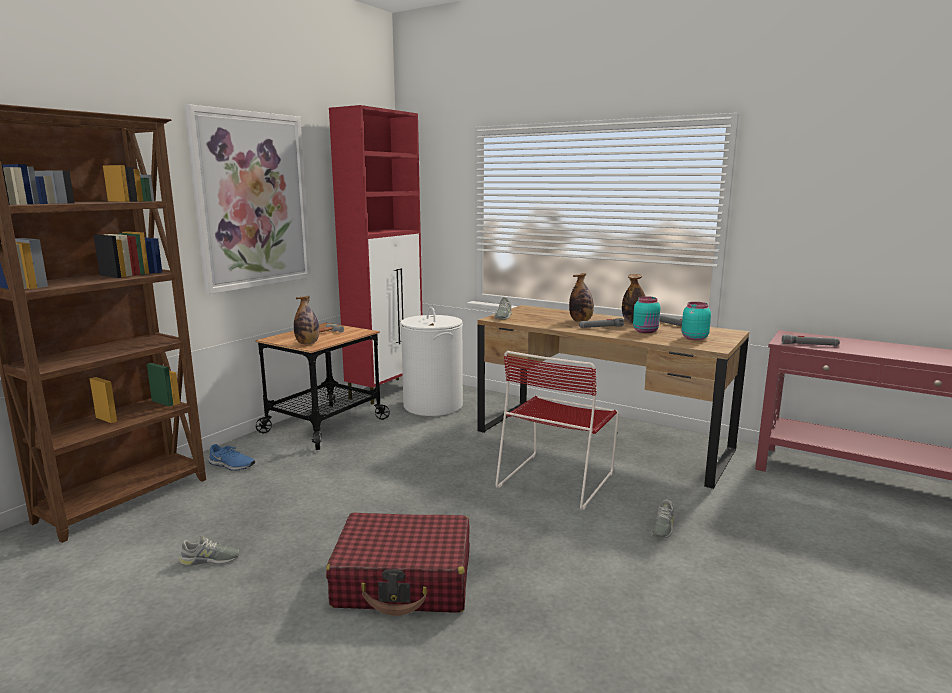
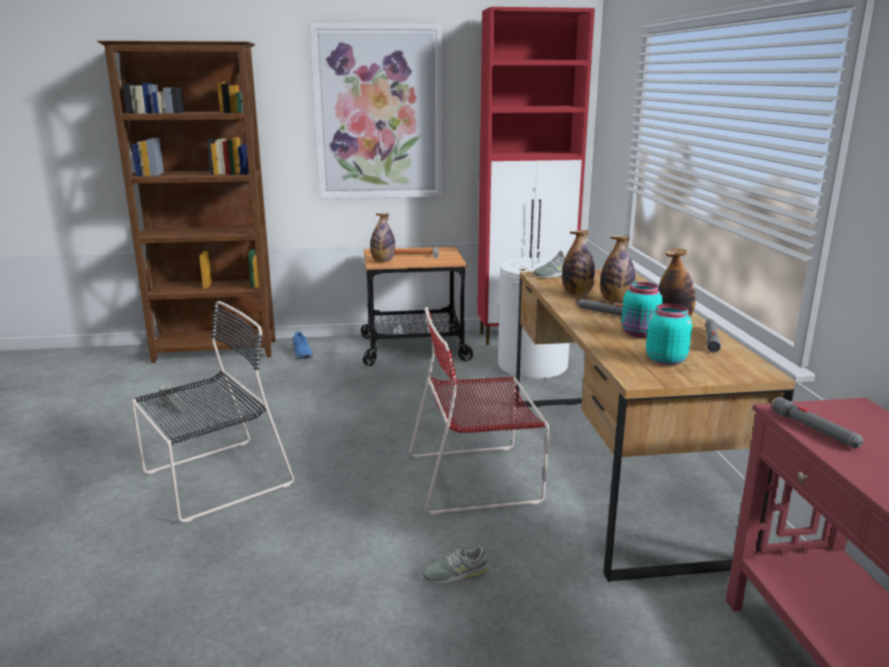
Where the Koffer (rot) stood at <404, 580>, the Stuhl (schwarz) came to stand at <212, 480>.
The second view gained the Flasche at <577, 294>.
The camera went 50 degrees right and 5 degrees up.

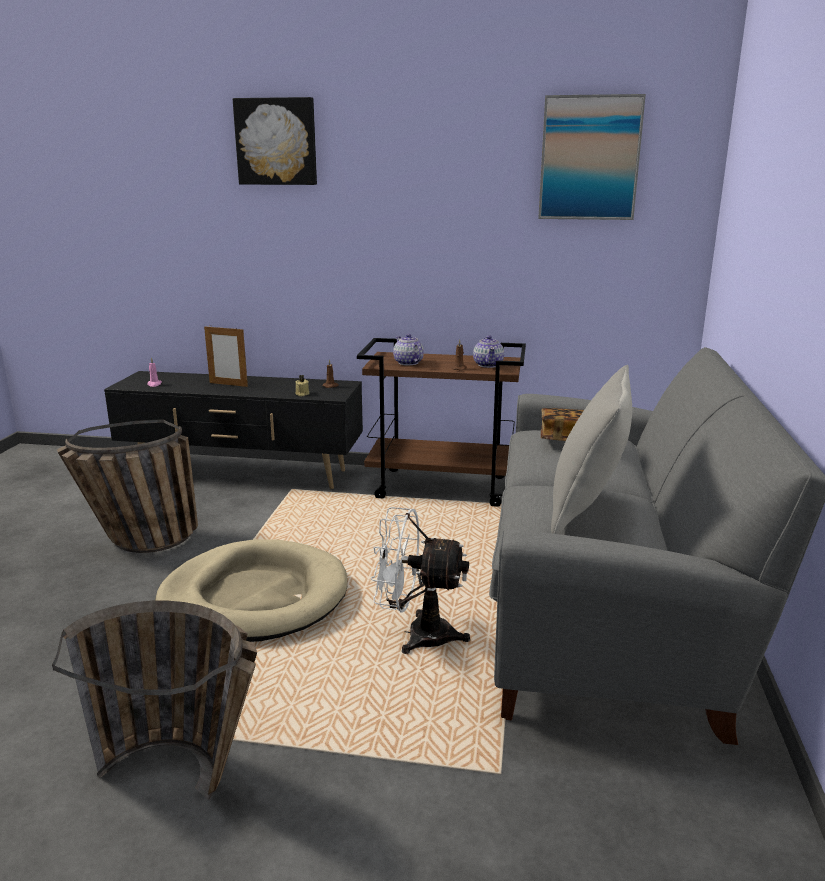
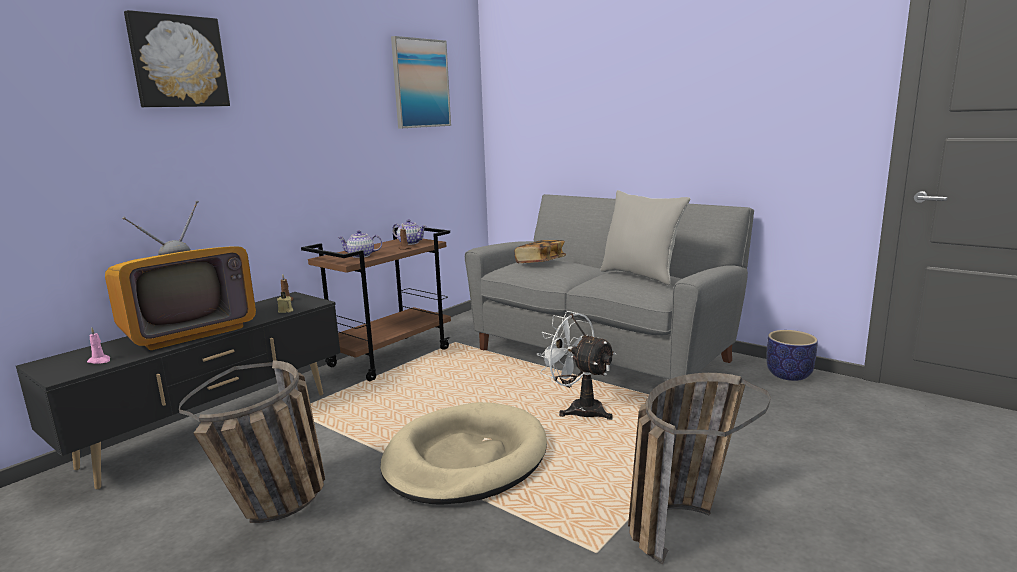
Where the Bilderrahmen stood at <228, 384>, the Fernseher came to stand at <188, 331>.
The Ventilator (weiß) at <417, 635> ended up facing another way, 90 degrees clockwise from before.
The second view gained the Pflanzkübel at <789, 375>.
The camera went 60 degrees left and 5 degrees down.

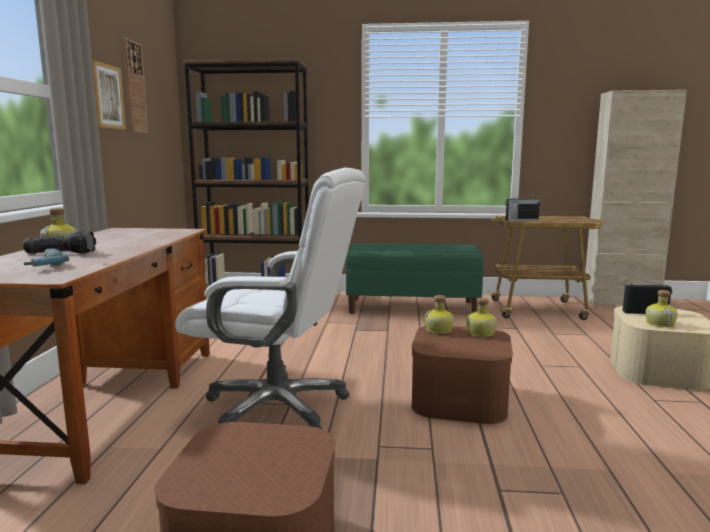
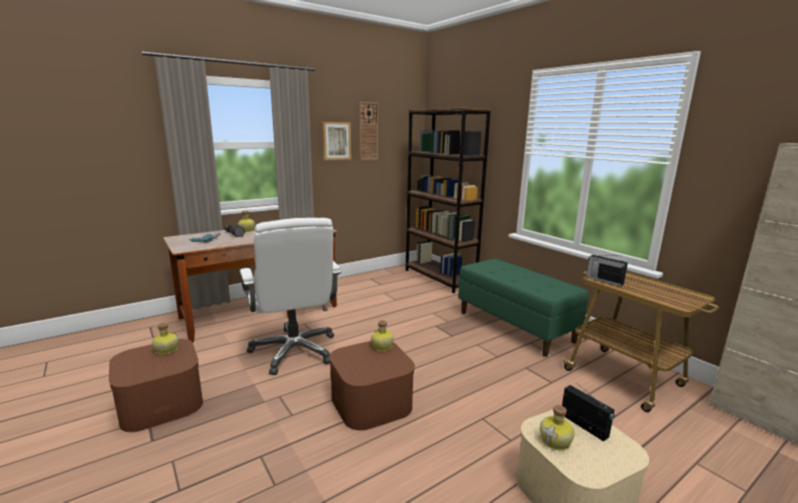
The Flasche ended up elsewhere, having gone from <480, 333> to <165, 350>.
The camera went 50 degrees right and 5 degrees up.

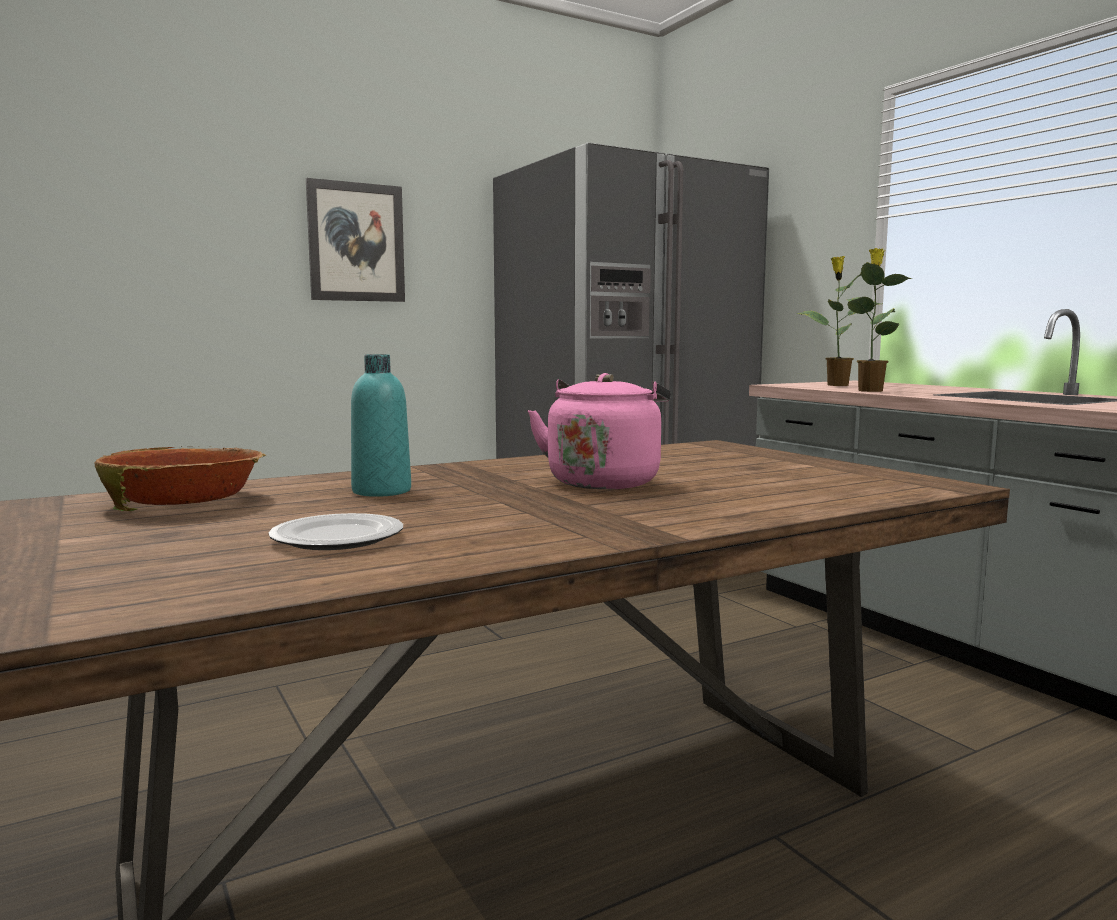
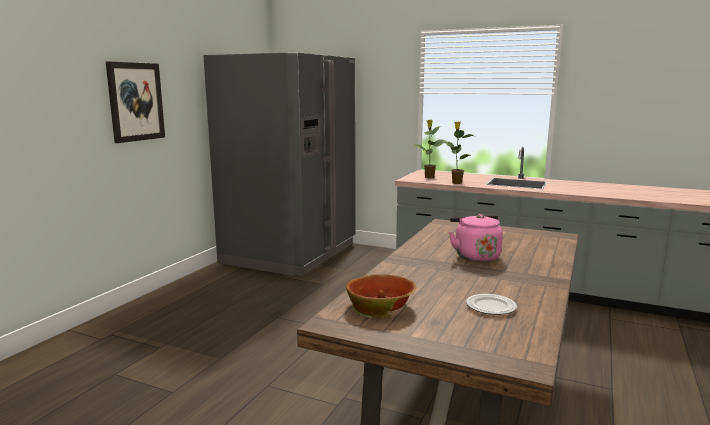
The second view lost the Flasche (türkis) at <381, 491>.
The camera went 35 degrees left and 5 degrees up.

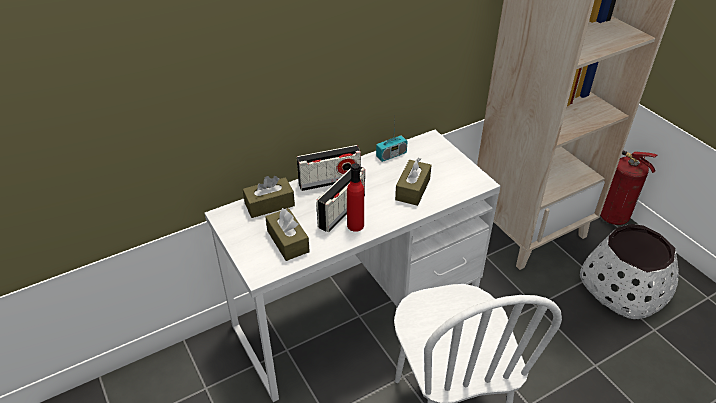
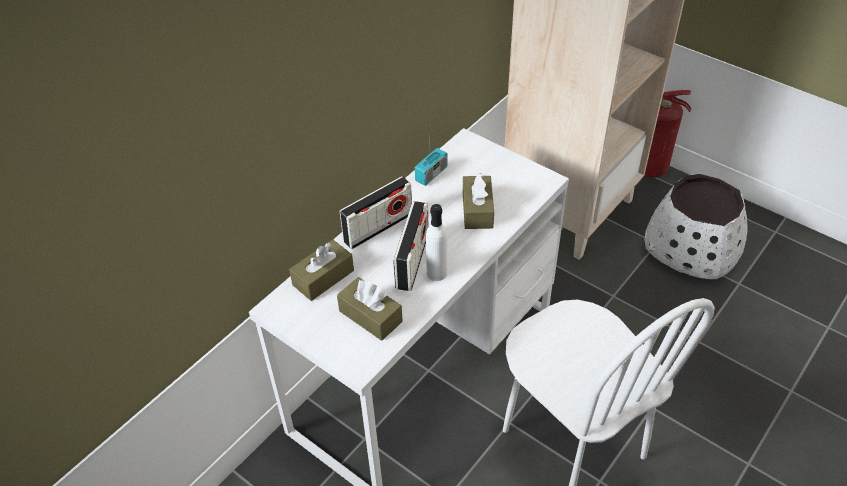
What was the Flasche (rot) at <355, 225> turned into the Flasche (weiß) at <437, 273>.
The camera went 20 degrees left and 5 degrees up.

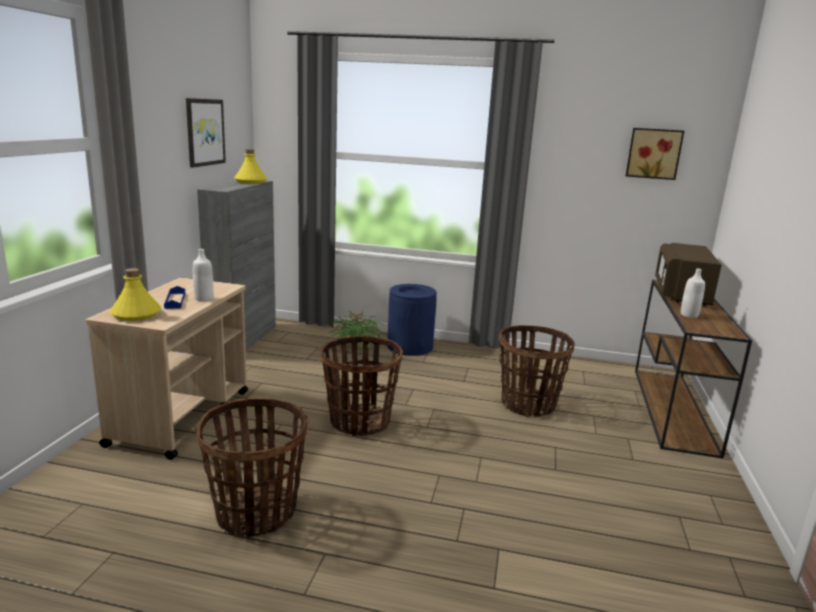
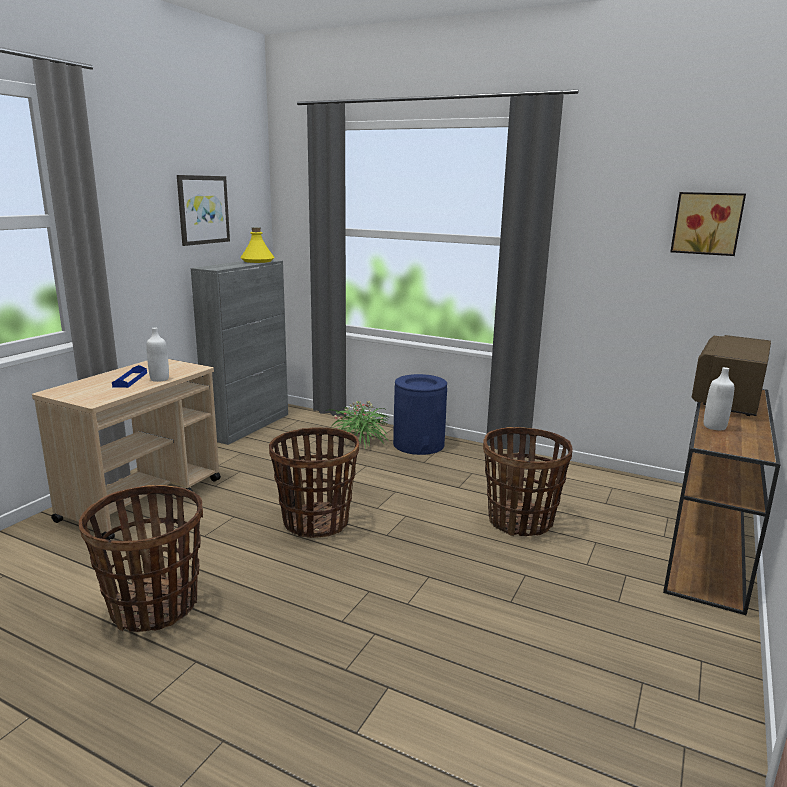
The second view lost the Flasche (gelb) at <136, 314>.
The camera went 15 degrees right and 0 degrees up.

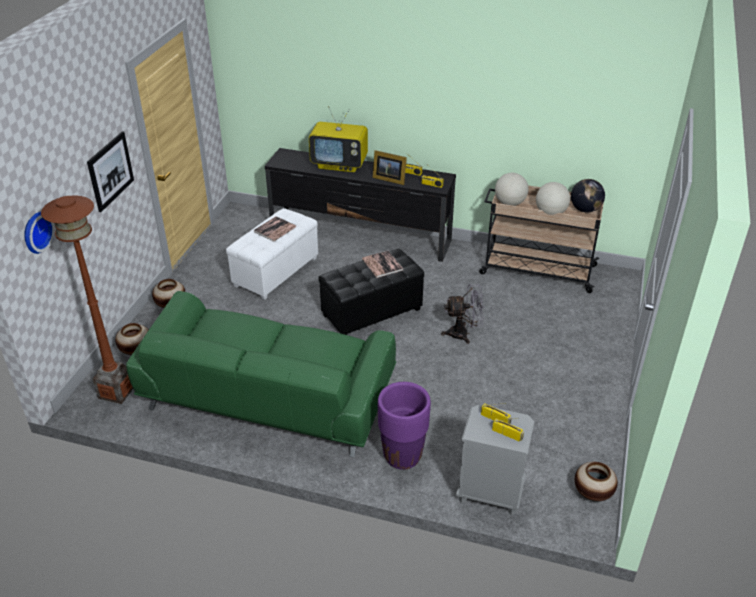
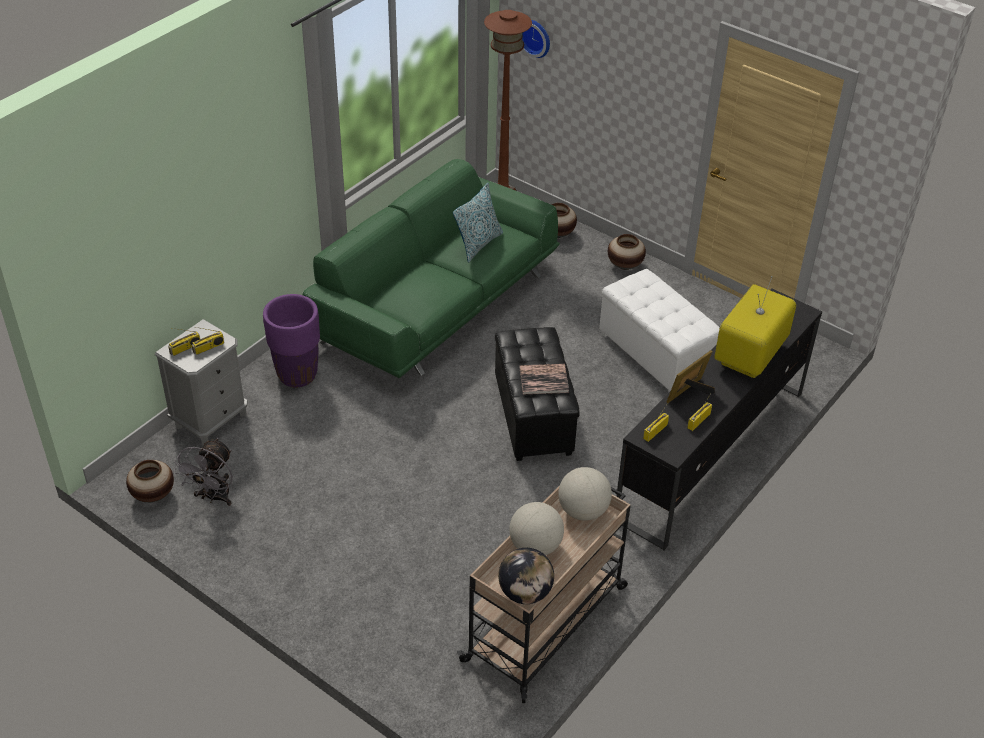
The second view lost the Bild at <110, 171>.
The second view lost the Buch at <275, 229>.
The Ventilator (grau) ended up elsewhere, having gone from <463, 333> to <214, 497>.
The second view gained the Kissen at <478, 244>.
The camera went 110 degrees right and 5 degrees up.

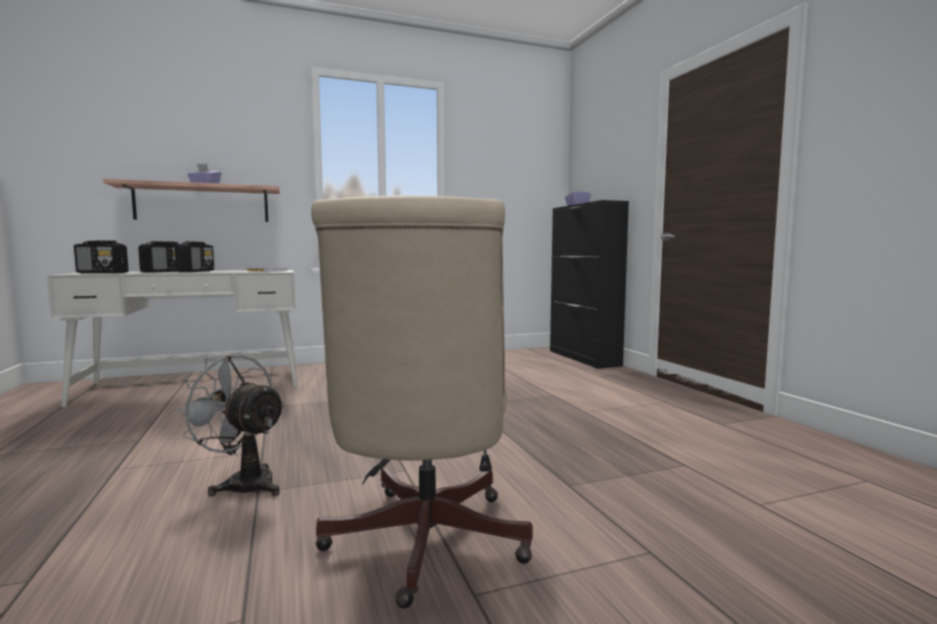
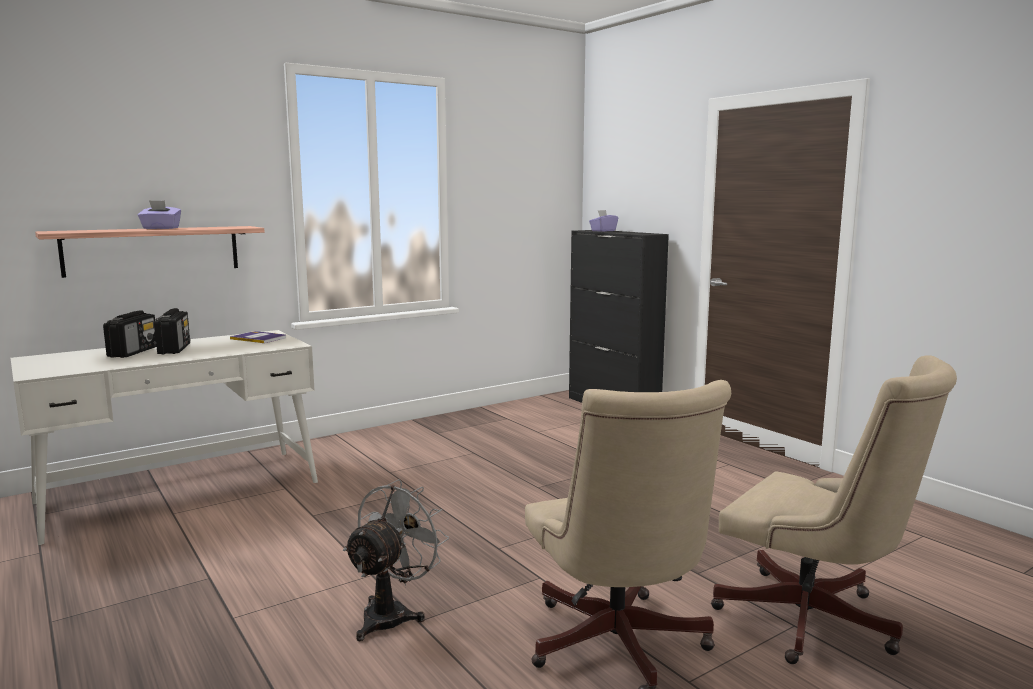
The second view lost the Radio at <103, 273>.
The Ventilator (grau) at <243, 483> ended up facing another way, 105 degrees clockwise from before.
The second view gained the Bürostuhl (beige) at <816, 623>.
The camera went 15 degrees left and 5 degrees up.

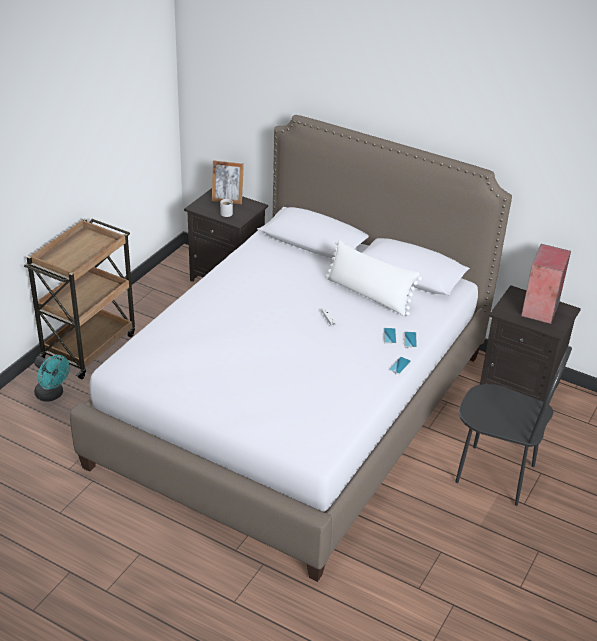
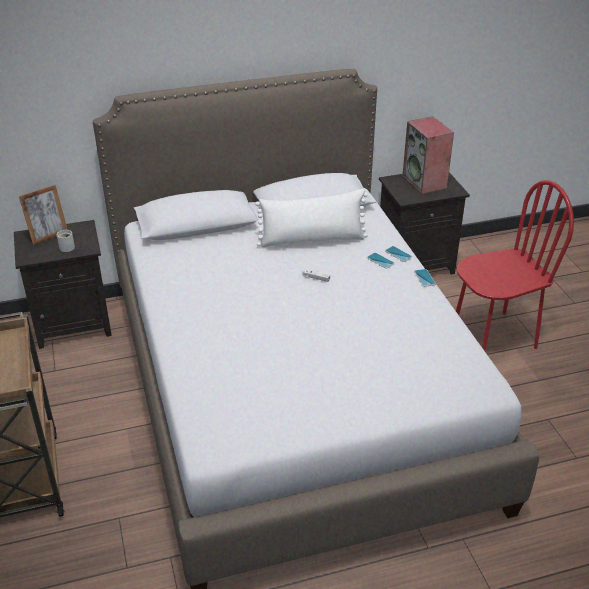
The second view lost the Ventilator (türkis) at <52, 395>.
What was the Stuhl (schwarz) at <495, 474> turned into the Stuhl (rot) at <493, 337>.
The camera went 45 degrees left and 0 degrees up.

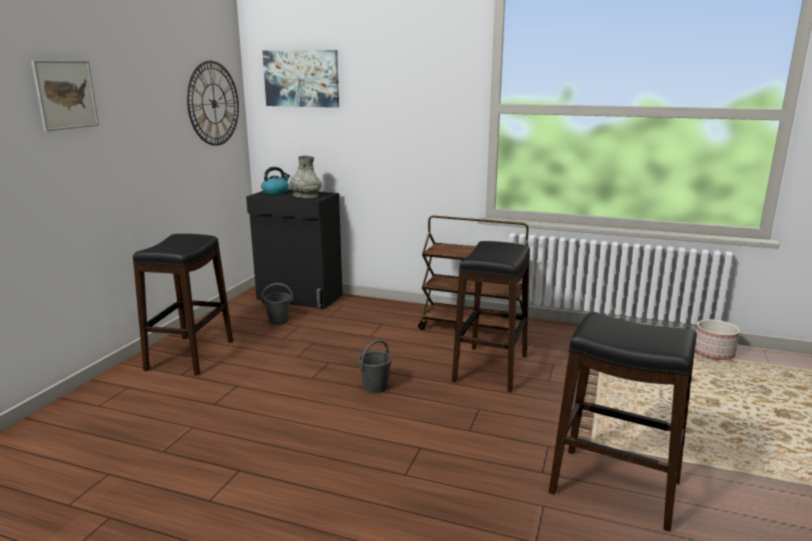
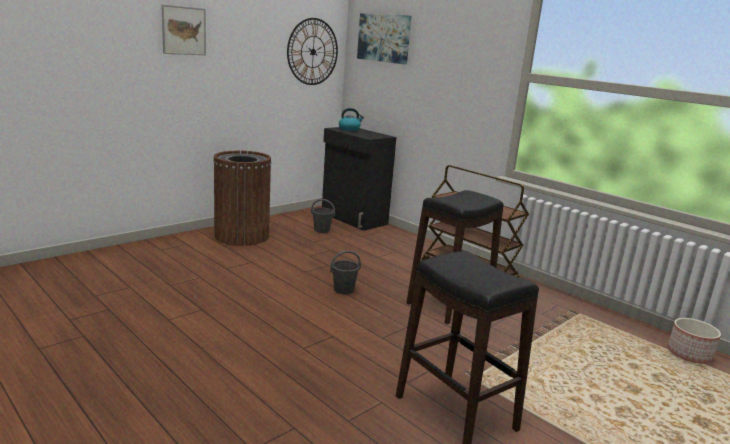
Where the Hocker (schwarz) stood at <190, 355>, the Mülleimer (braun) came to stand at <242, 236>.
The second view lost the Vase (grau) at <306, 196>.
The camera went 25 degrees right and 0 degrees up.

